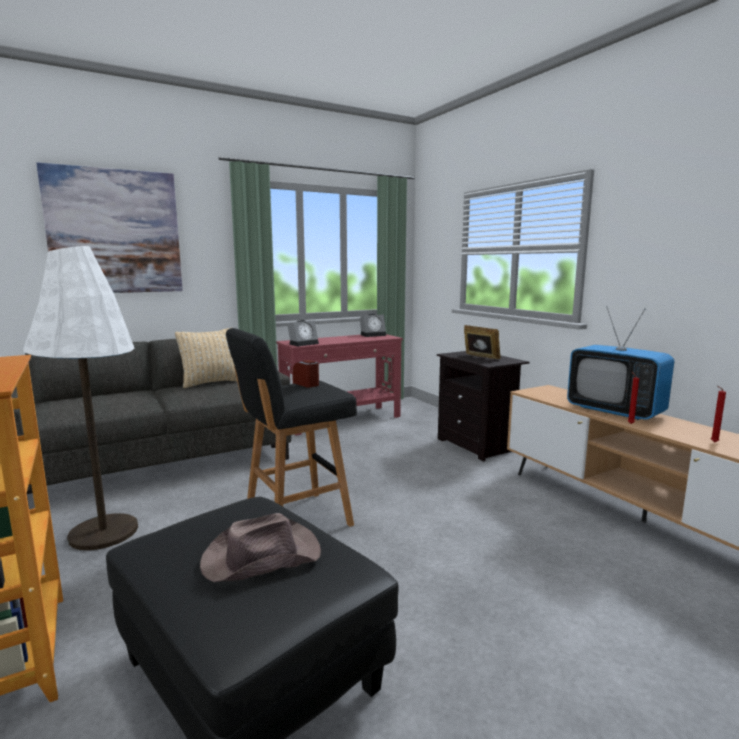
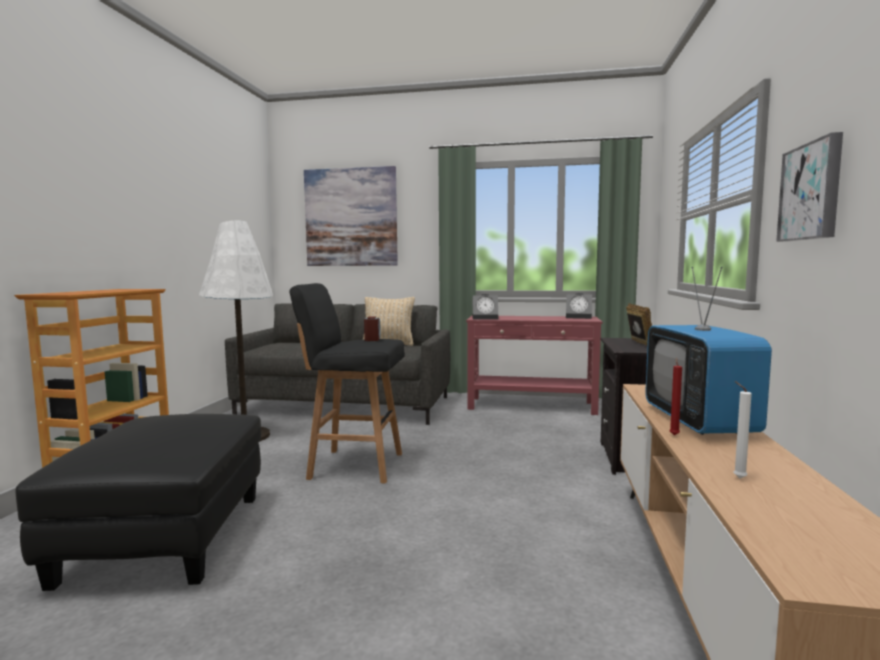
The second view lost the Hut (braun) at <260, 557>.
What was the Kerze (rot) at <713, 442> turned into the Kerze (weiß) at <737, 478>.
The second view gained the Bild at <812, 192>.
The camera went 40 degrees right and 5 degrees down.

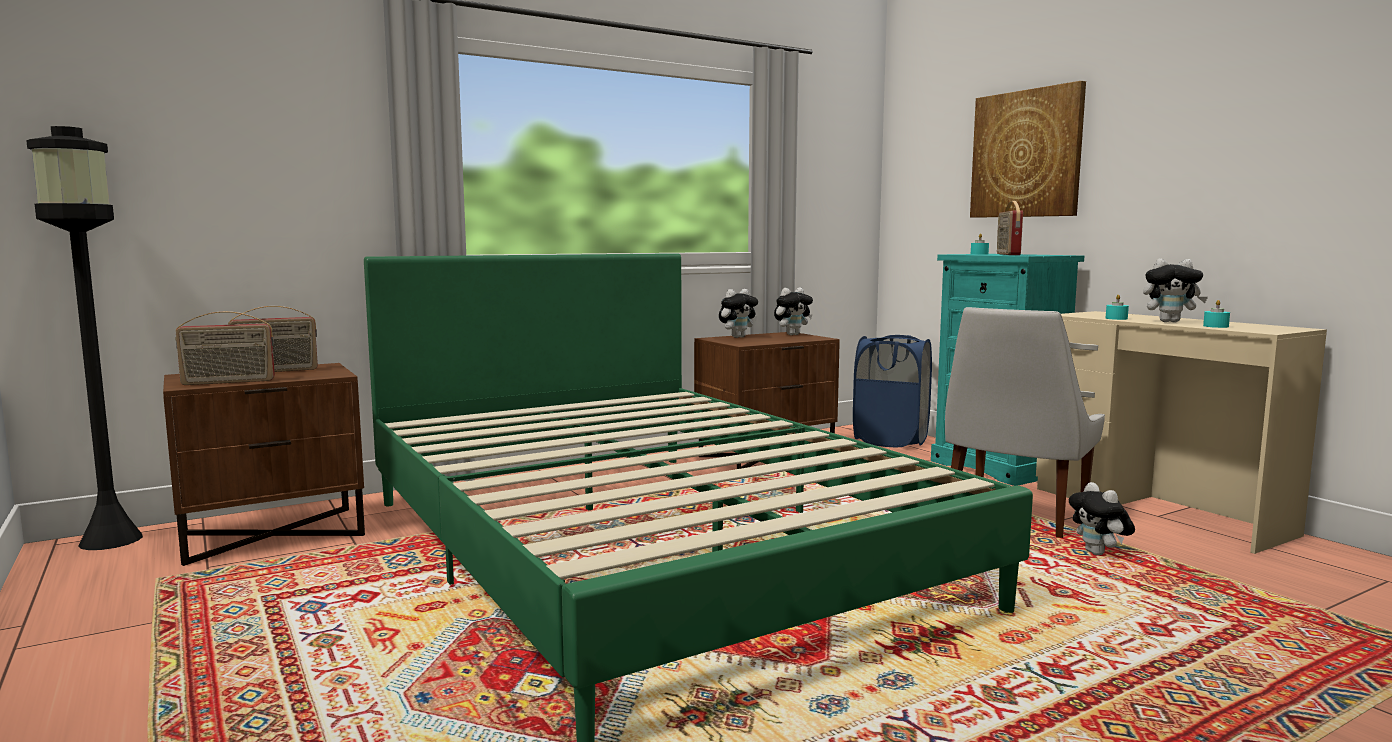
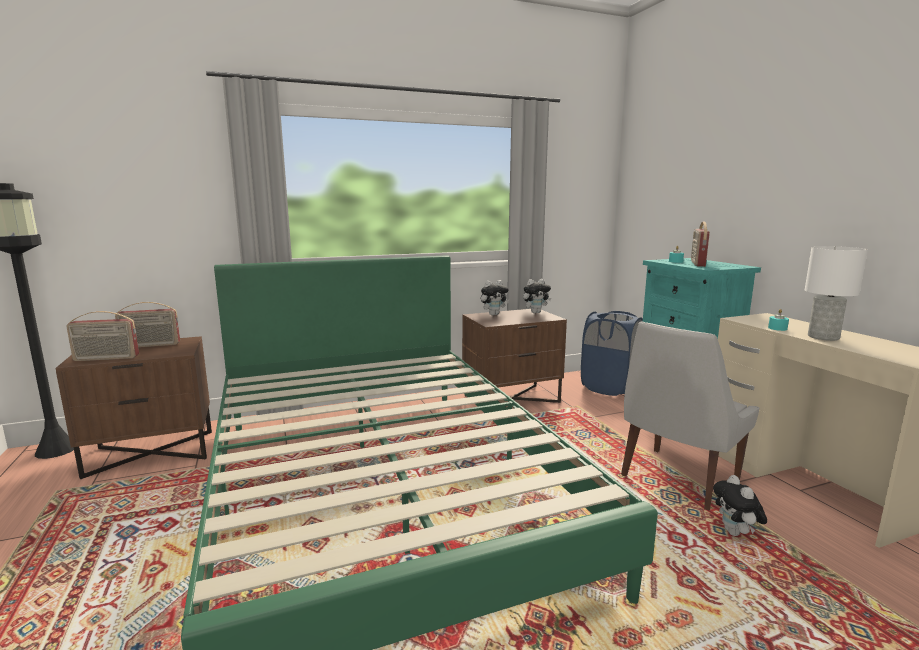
The second view lost the Bild at <1026, 154>.
Where the Plüschtier stood at <1170, 322>, the Tischlampe (weiß) came to stand at <824, 337>.
The second view lost the Kerze (türkis) at <1215, 326>.
The camera went 10 degrees right and 5 degrees up.

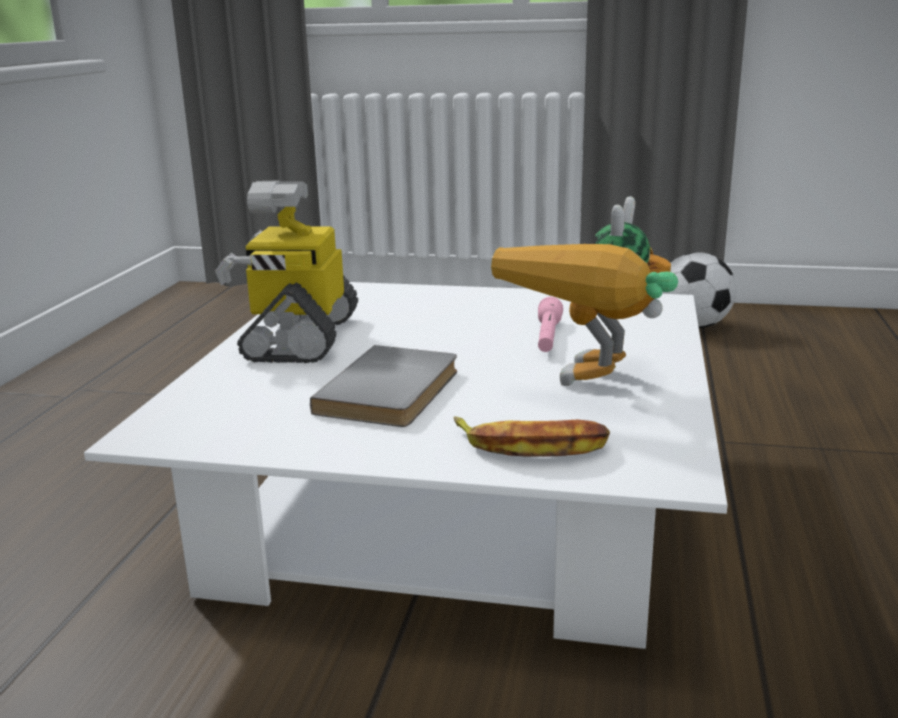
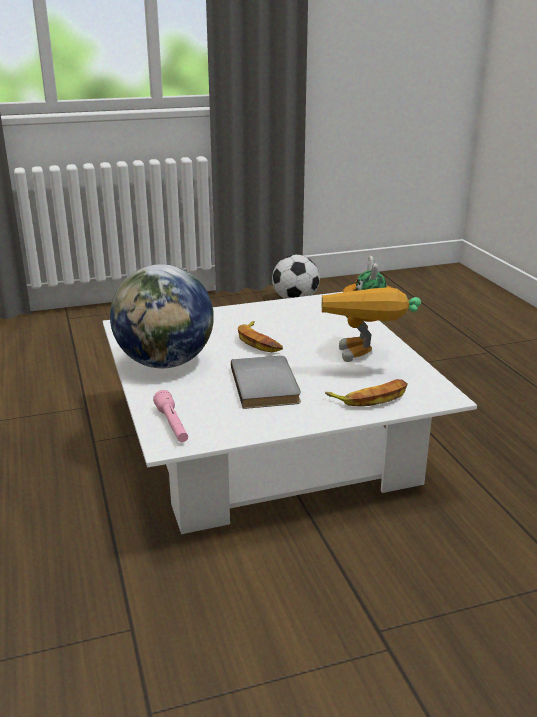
Where the Spielzeugroboter stood at <299, 338>, the Globus came to stand at <166, 363>.
The Taschenlampe (rosa) ended up elsewhere, having gone from <548, 338> to <172, 425>.
The second view gained the Banane at <259, 342>.
The camera went 30 degrees left and 5 degrees up.

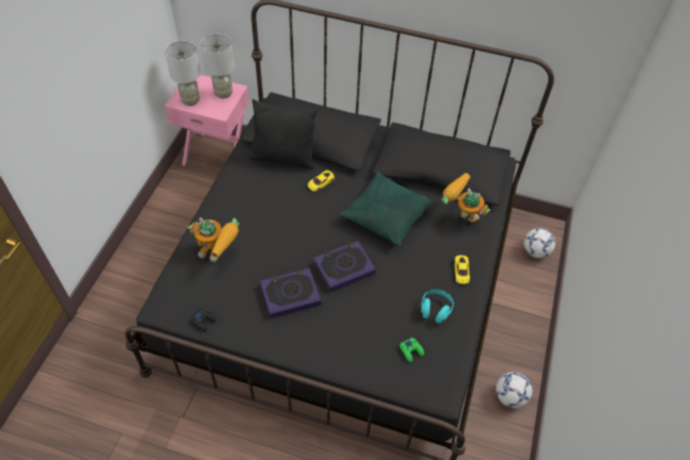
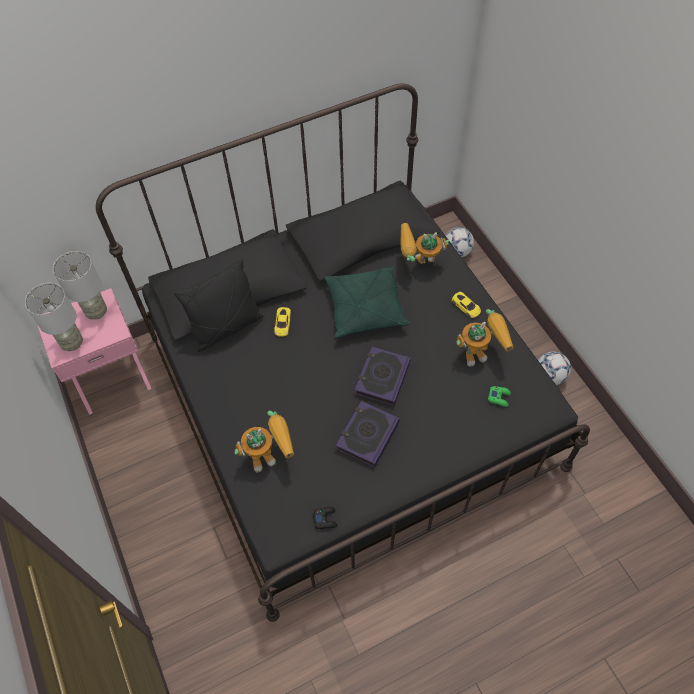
Where the Kopfhörer (türkis) stood at <435, 310>, the Spielzeugroboter came to stand at <481, 352>.
The camera went 40 degrees left and 5 degrees up.

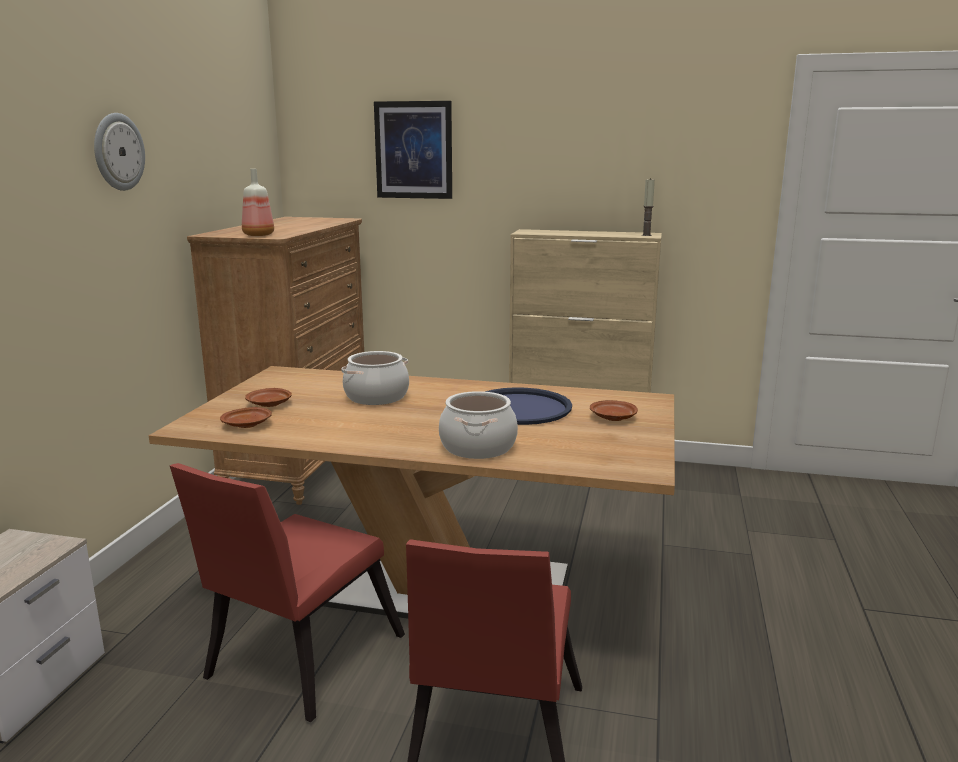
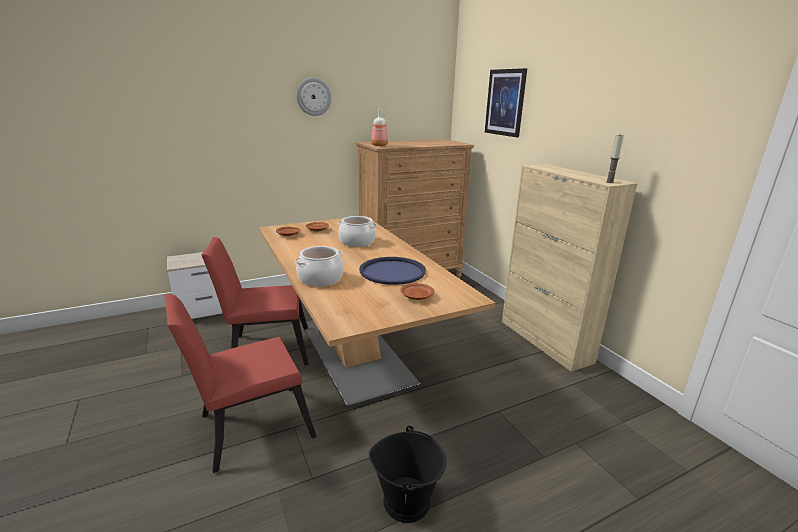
The second view gained the Eimer (schwarz) at <407, 500>.
The camera went 50 degrees right and 5 degrees up.

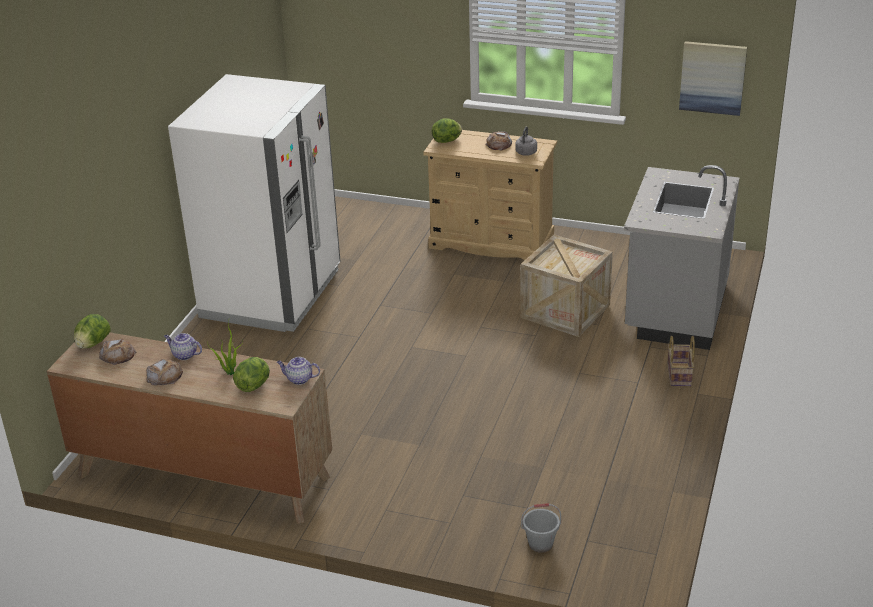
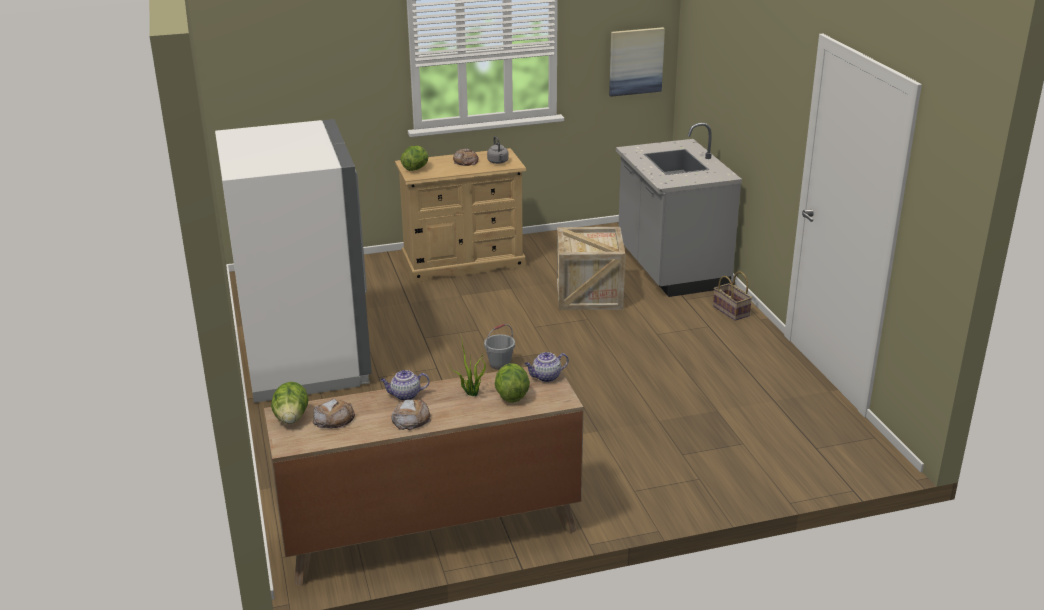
The Eimer (grau) ended up elsewhere, having gone from <540, 544> to <500, 364>.
The camera went 35 degrees left and 5 degrees down.

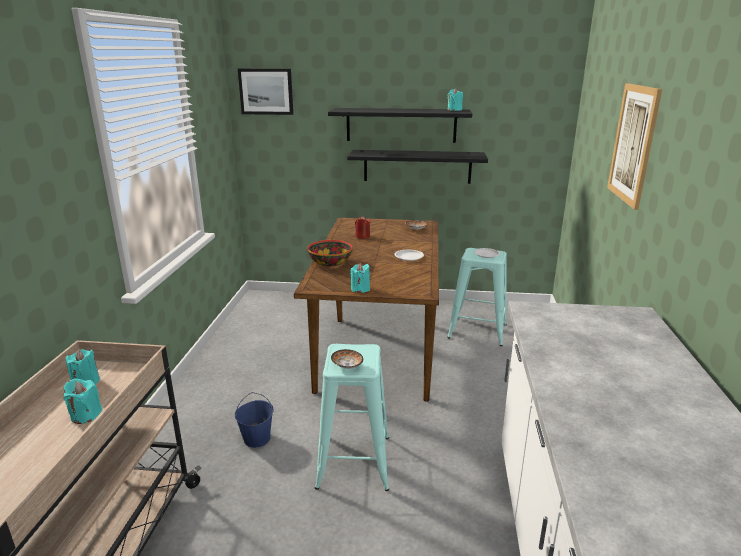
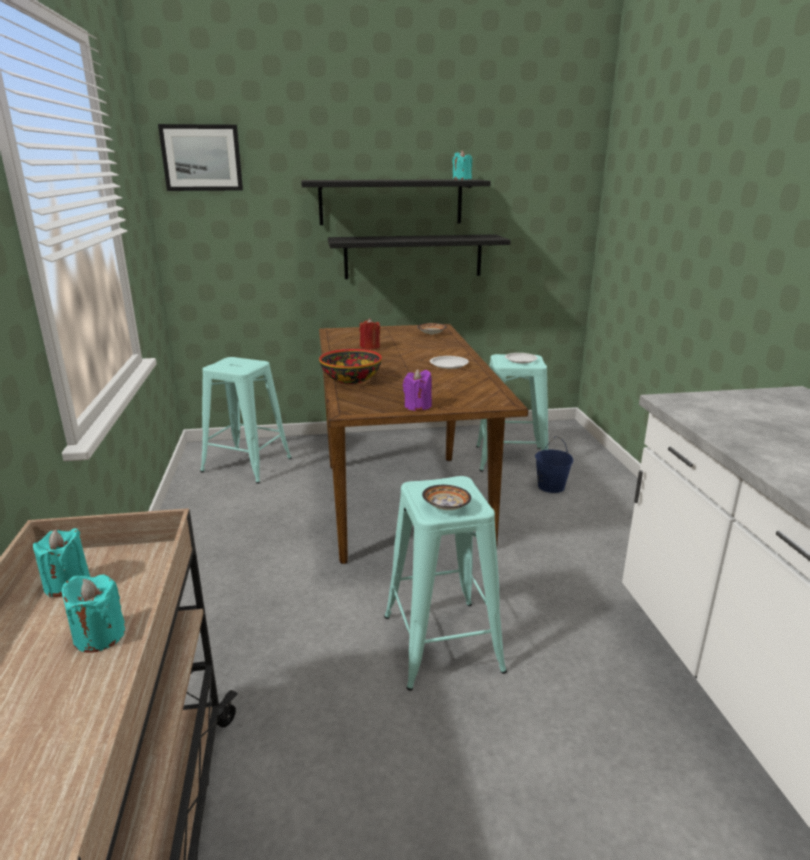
The Eimer (blau) ended up elsewhere, having gone from <257, 438> to <550, 486>.
What was the Kerze (türkis) at <360, 289> turned into the Kerze (lila) at <417, 406>.
The second view lost the Bild at <633, 144>.
The second view gained the Hocker (türkis) at <247, 465>.
The camera went 15 degrees left and 0 degrees up.

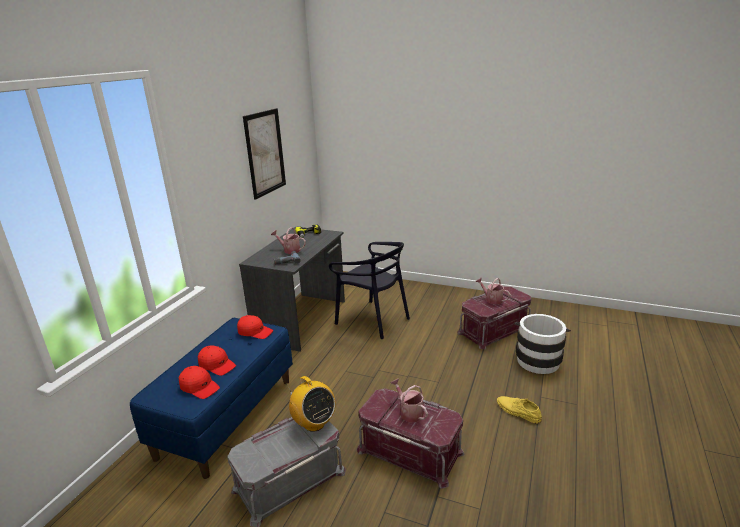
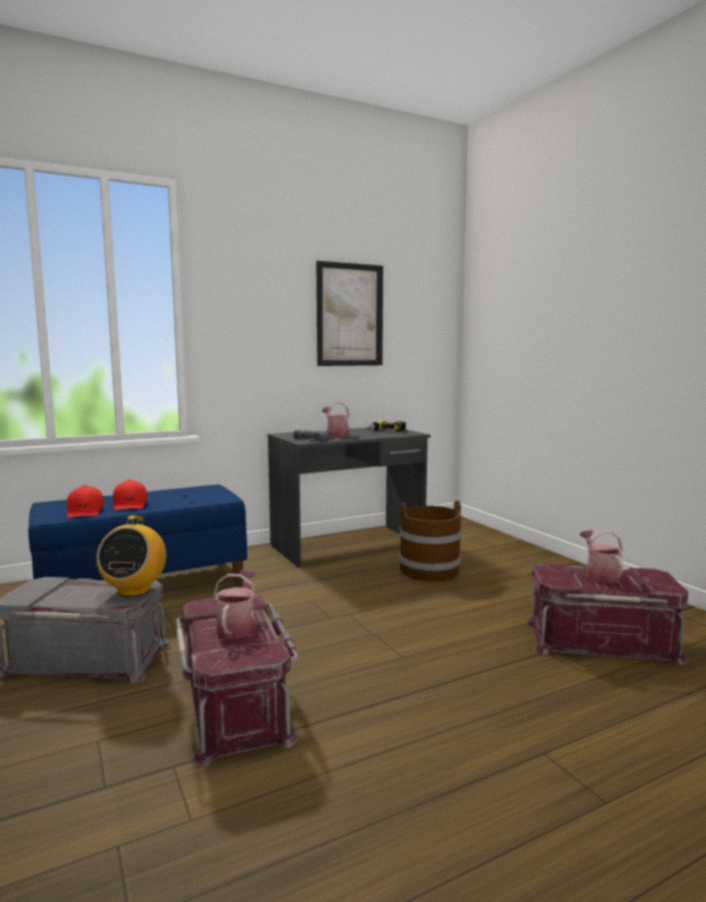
The second view lost the Kappe (rot) at <255, 331>.
Where the Stuhl (schwarz) stood at <373, 320>, the Eimer (braun) came to stand at <429, 570>.
The second view lost the Schuh (gelb) at <518, 411>.
The second view lost the Eimer (weiß) at <537, 358>.
The camera went 40 degrees right and 15 degrees down.

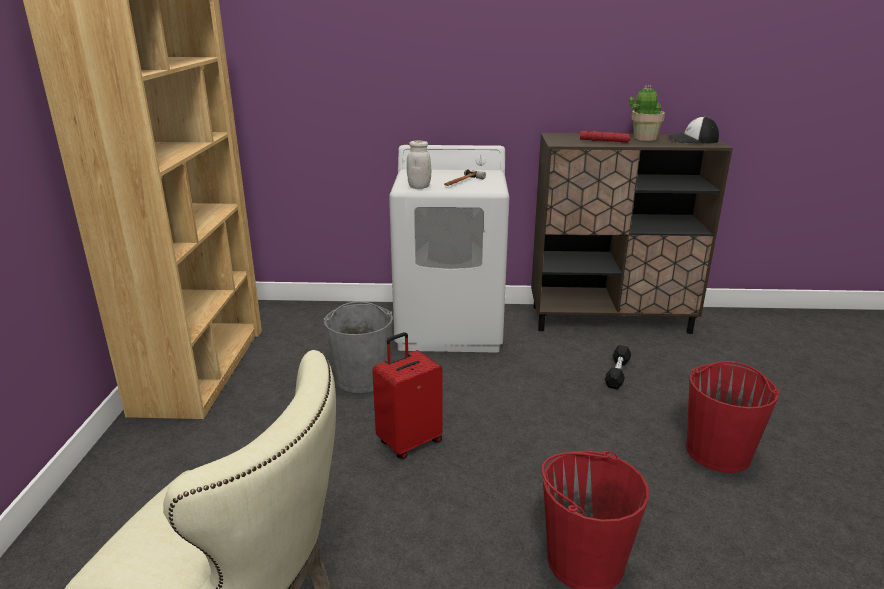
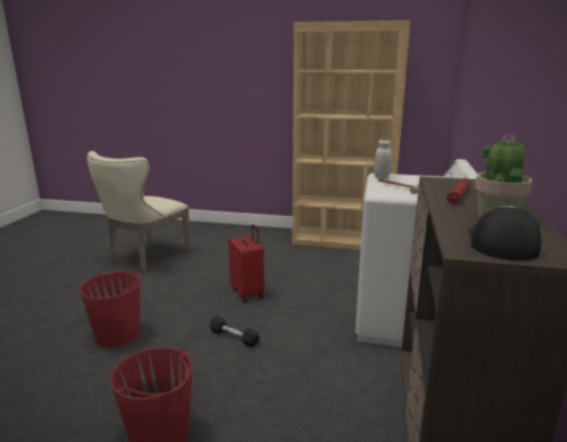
The second view lost the Eimer (grau) at <362, 378>.
The Hantel (schwarz) ended up elsewhere, having gone from <617, 373> to <234, 337>.
The camera went 100 degrees right and 5 degrees down.

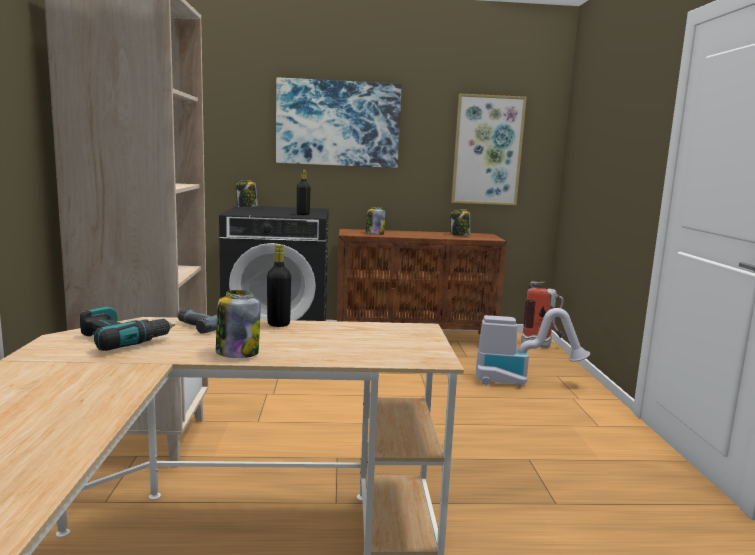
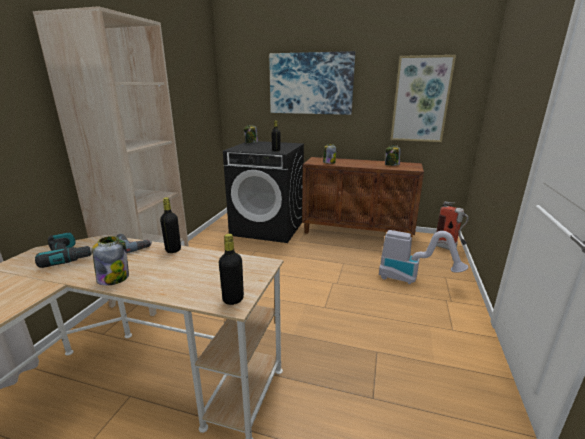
The second view gained the Flasche (schwarz) at <233, 299>.
The camera went 20 degrees right and 10 degrees up.

